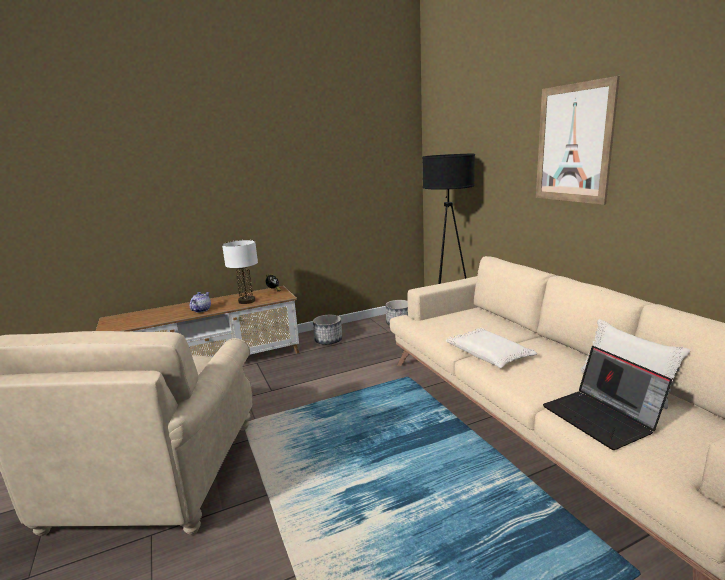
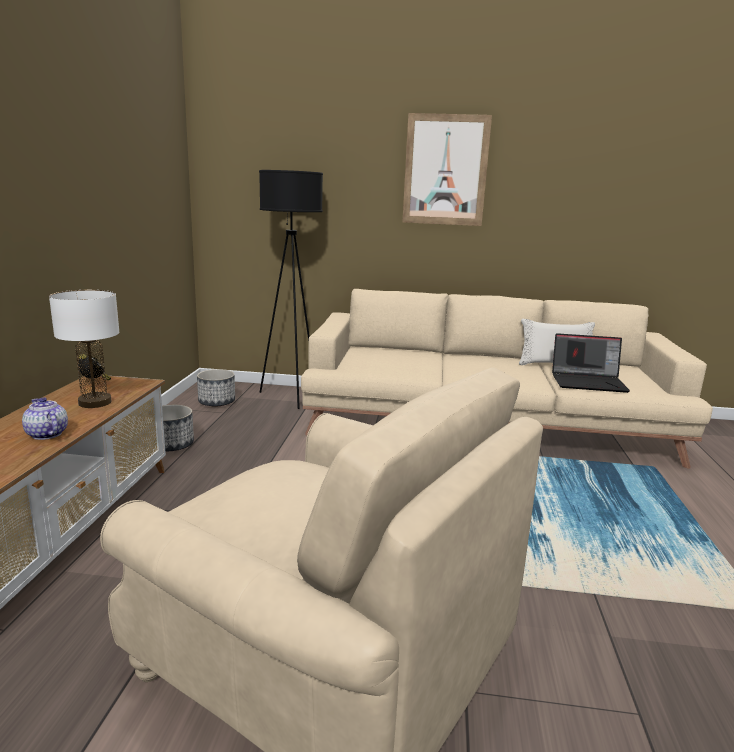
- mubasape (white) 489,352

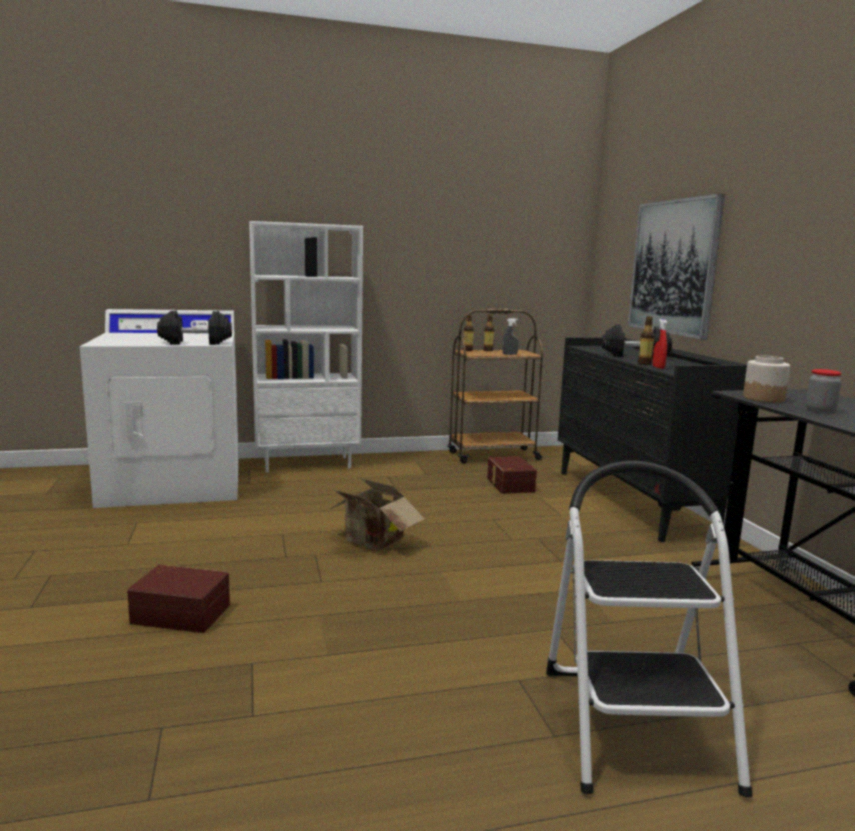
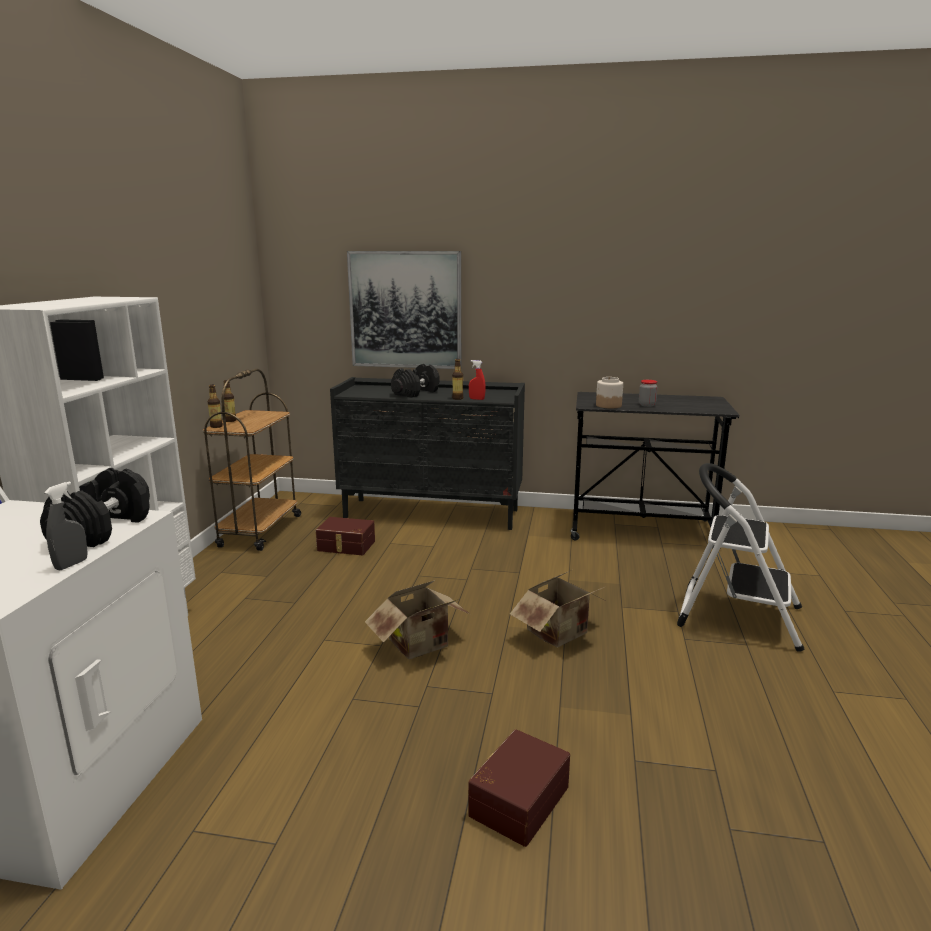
~ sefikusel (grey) 509,354 to 71,564
+ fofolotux 561,634

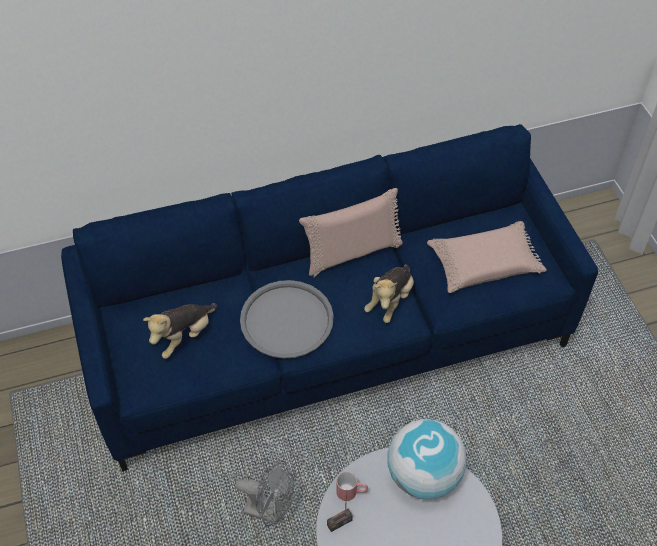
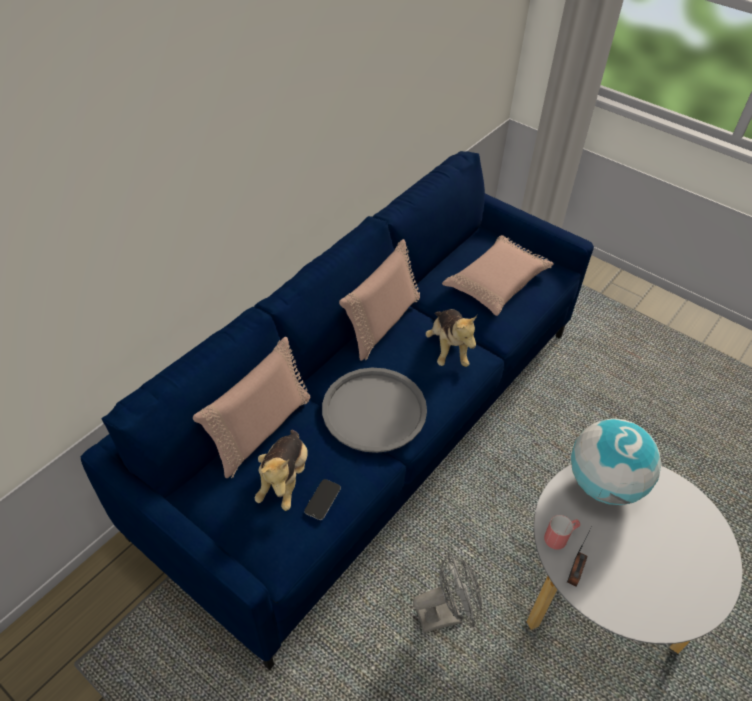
+ mubasape (beige) 260,430
+ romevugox 322,500

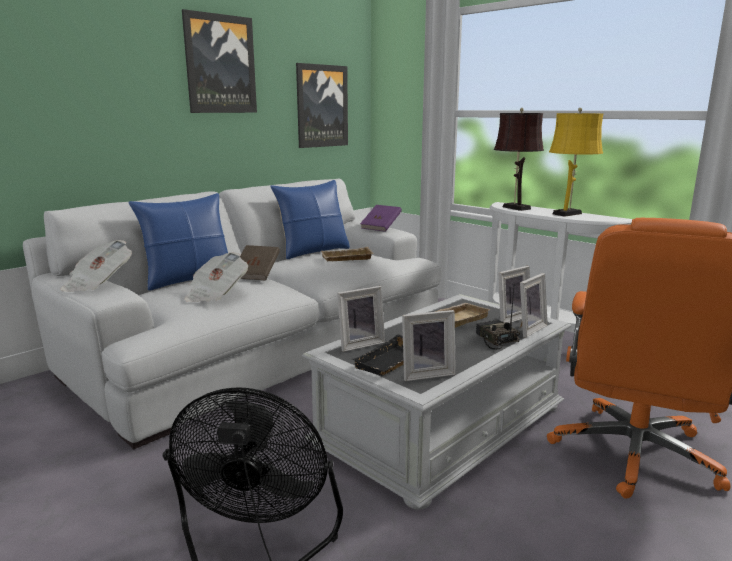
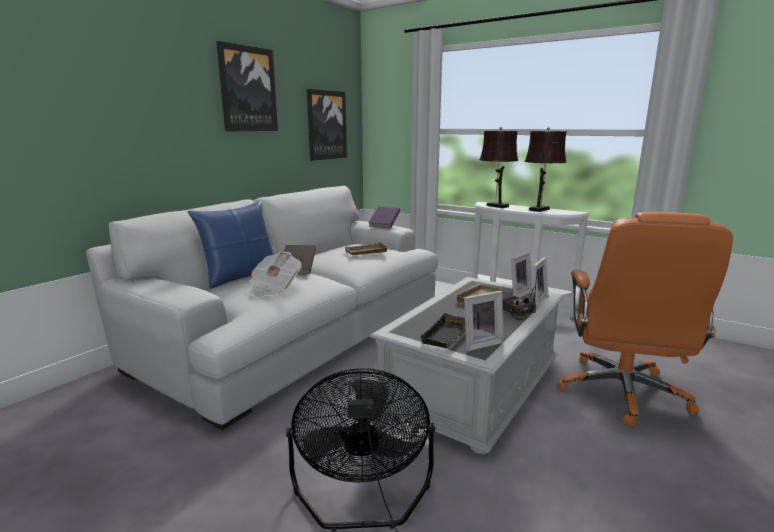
~ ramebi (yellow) 569,213 to ramebi (brown) 540,209
- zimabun 98,284
- mubasape (blue) 313,251
- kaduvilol 359,344

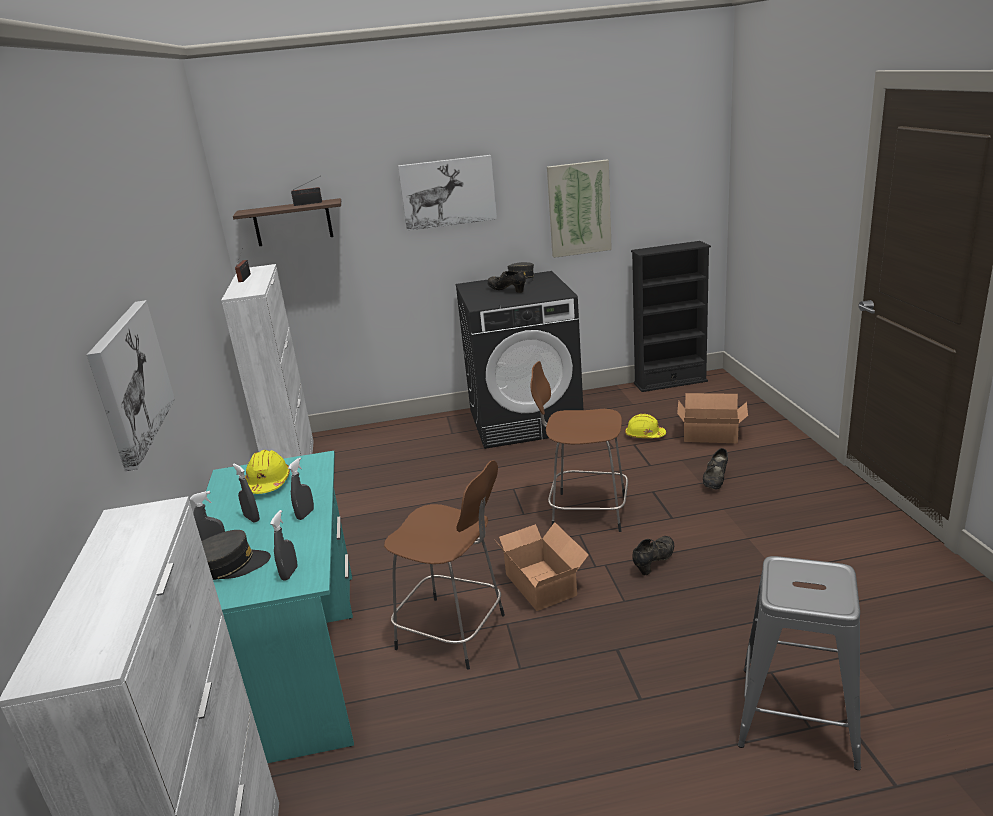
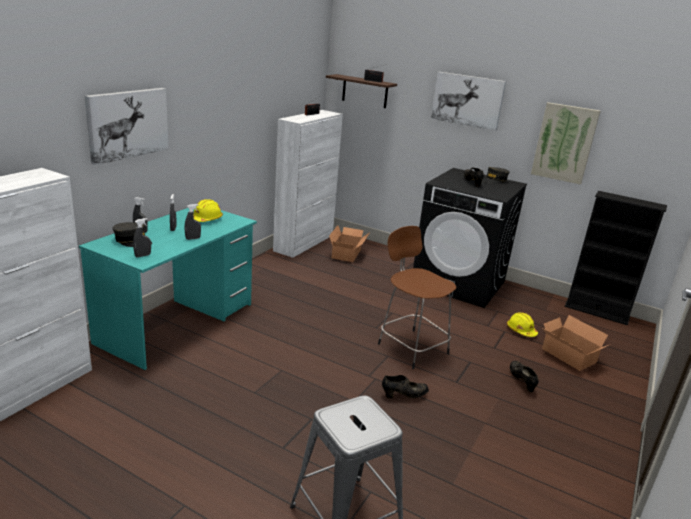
~ fofolotux 542,583 to 348,254
~ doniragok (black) 715,481 = 521,381 105 degrees clockwise
- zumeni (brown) 454,633

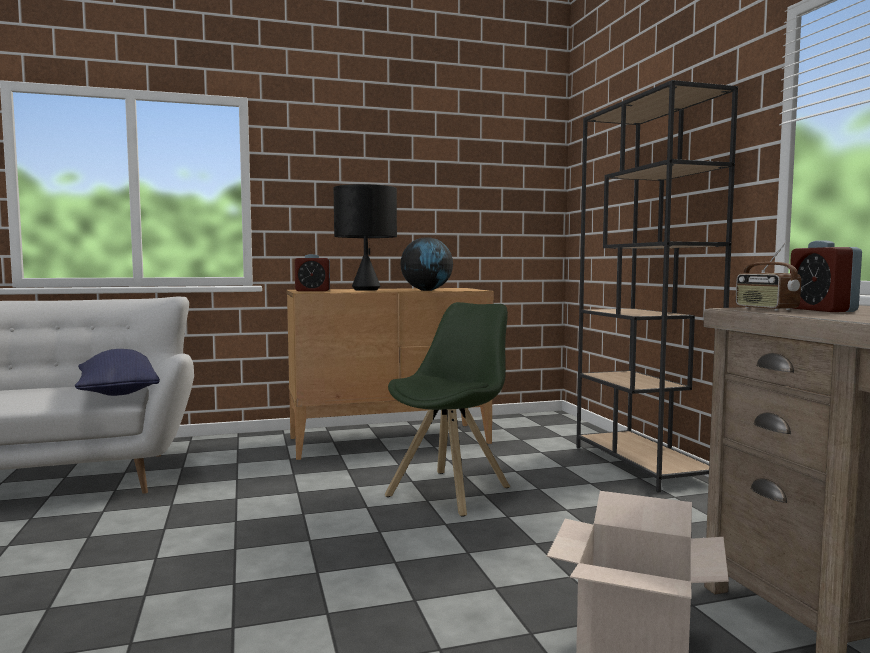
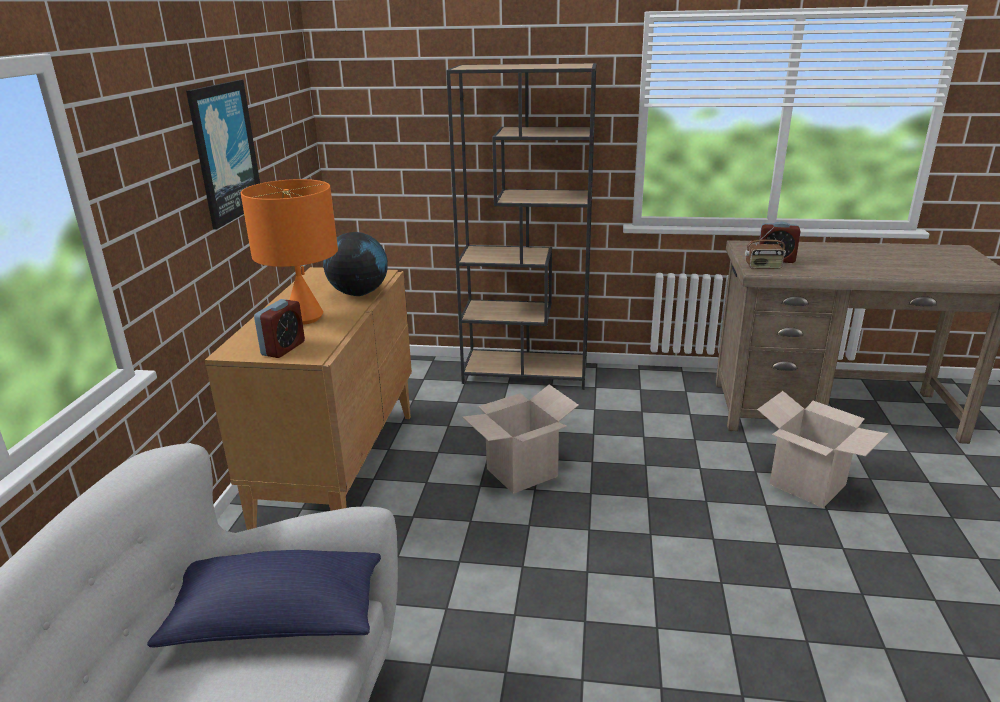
+ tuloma 225,152
~ ramebi (black) 366,290 to ramebi (orange) 305,319
~ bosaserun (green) 450,491 to fofolotux 521,472

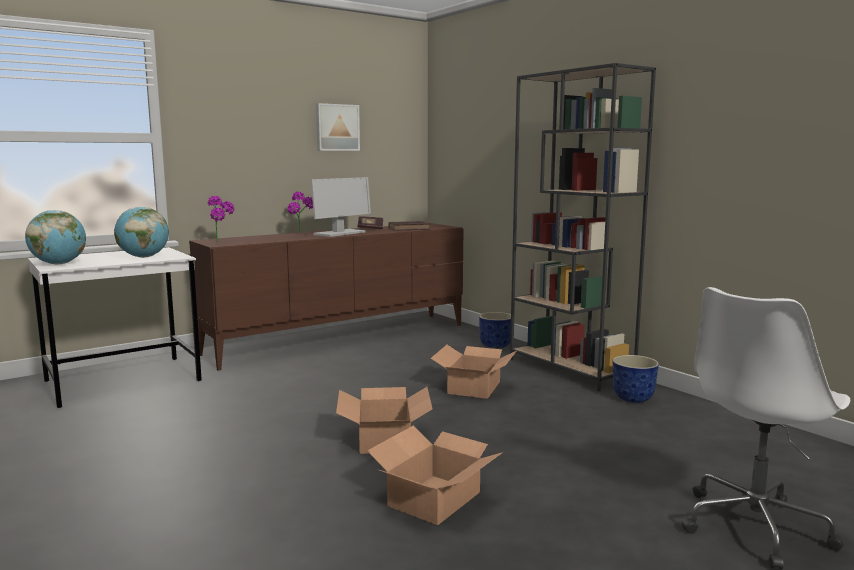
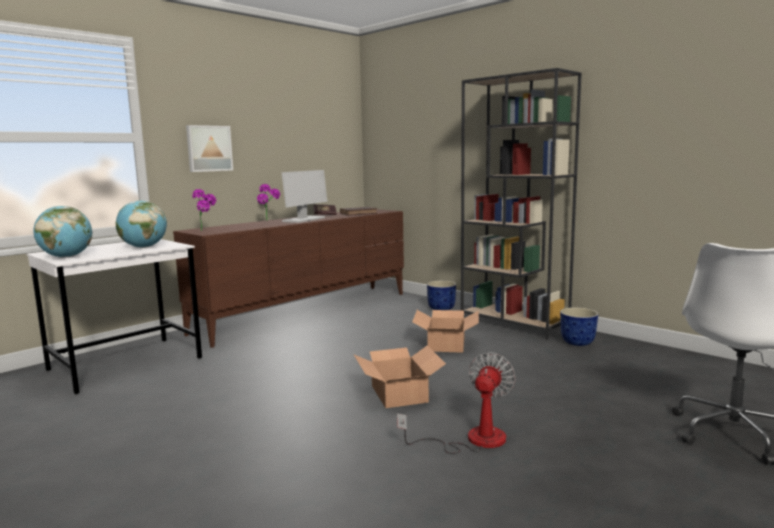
~ tuloma 337,127 to 209,148
~ fofolotux 433,499 to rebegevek 472,440

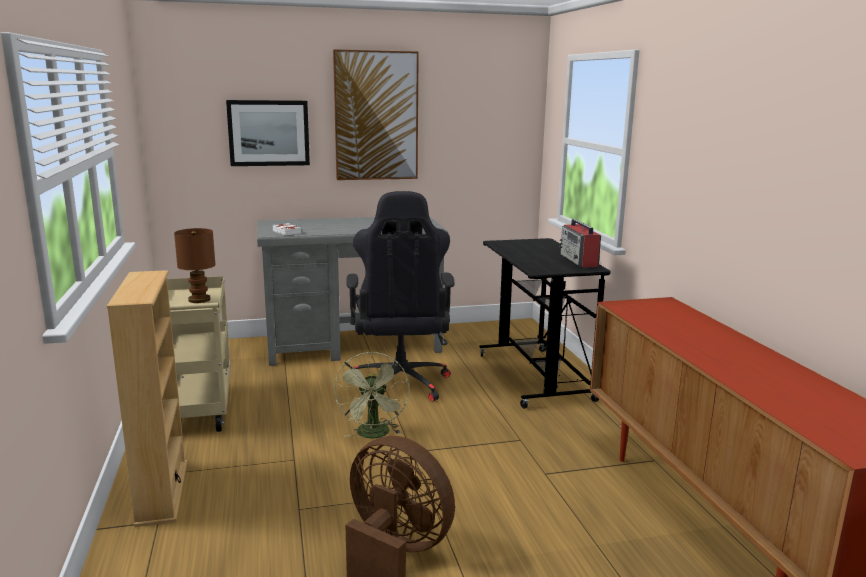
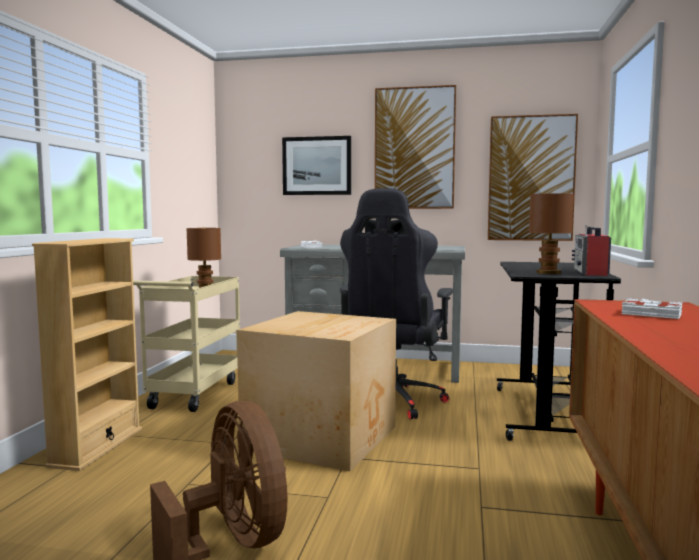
~ rebegevek (green) 374,435 to fofolotux 323,437
+ tuloma 531,178
+ ramebi (brown) 548,273
+ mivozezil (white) 651,314

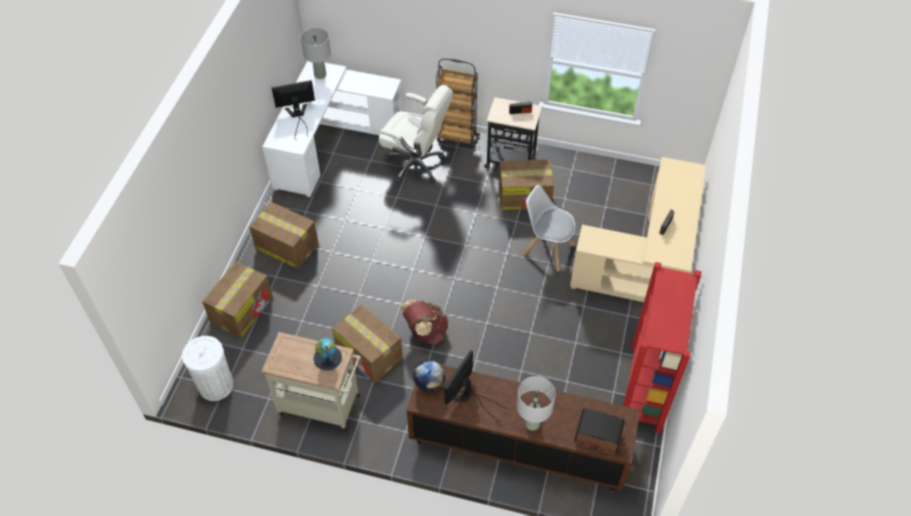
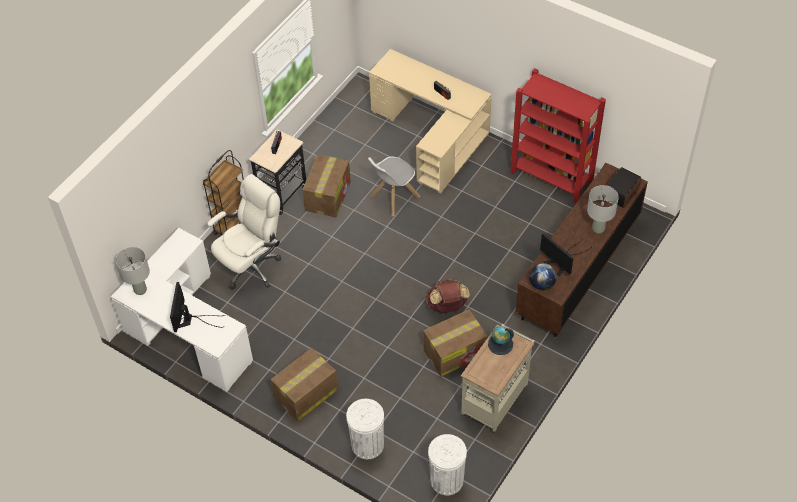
~ fofolotux 242,309 to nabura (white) 367,444

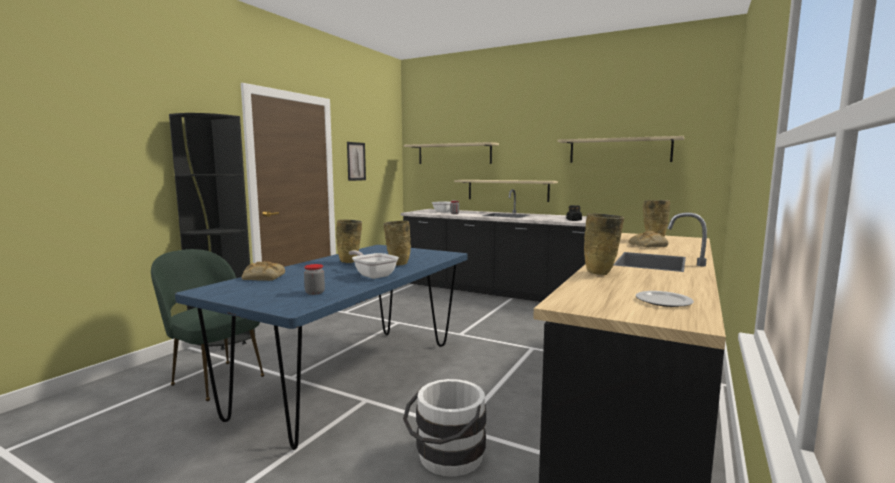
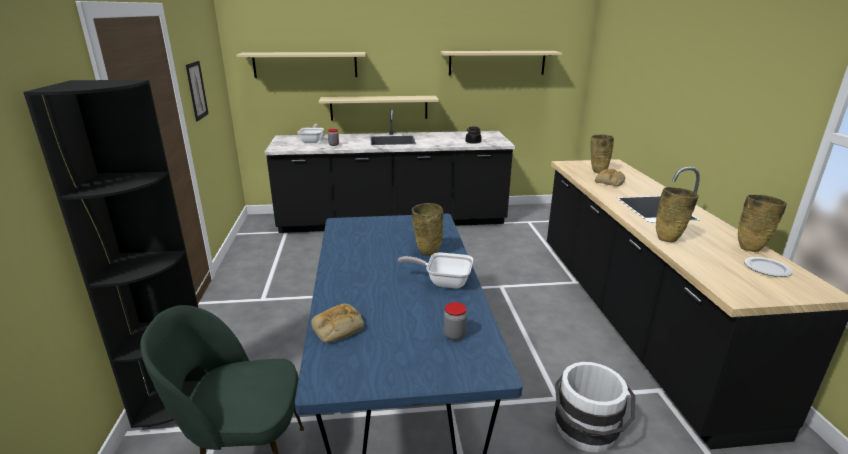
~ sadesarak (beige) 350,262 to 751,248

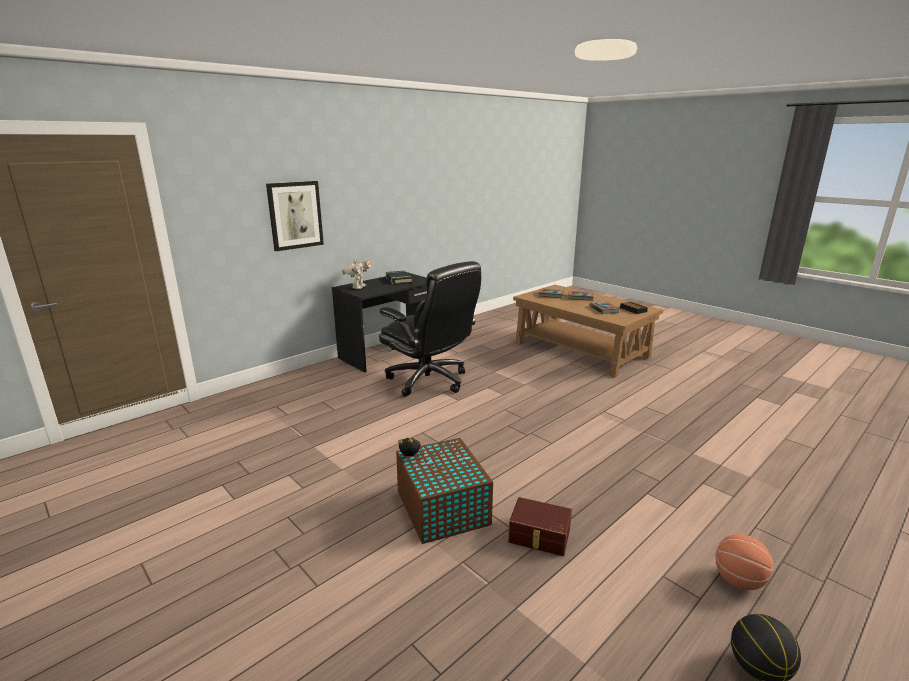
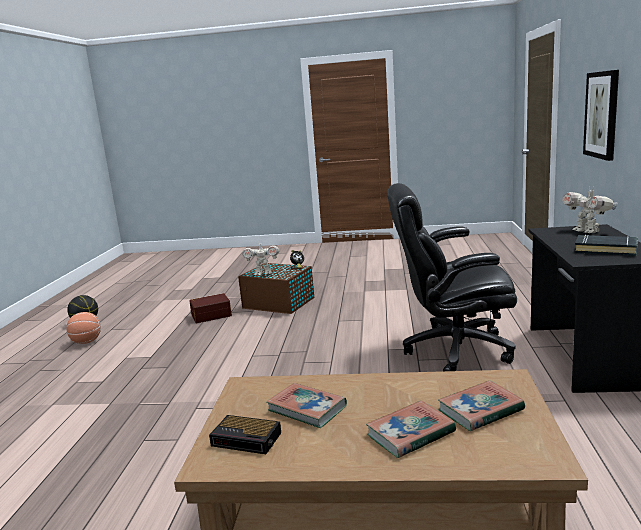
+ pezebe 263,273

